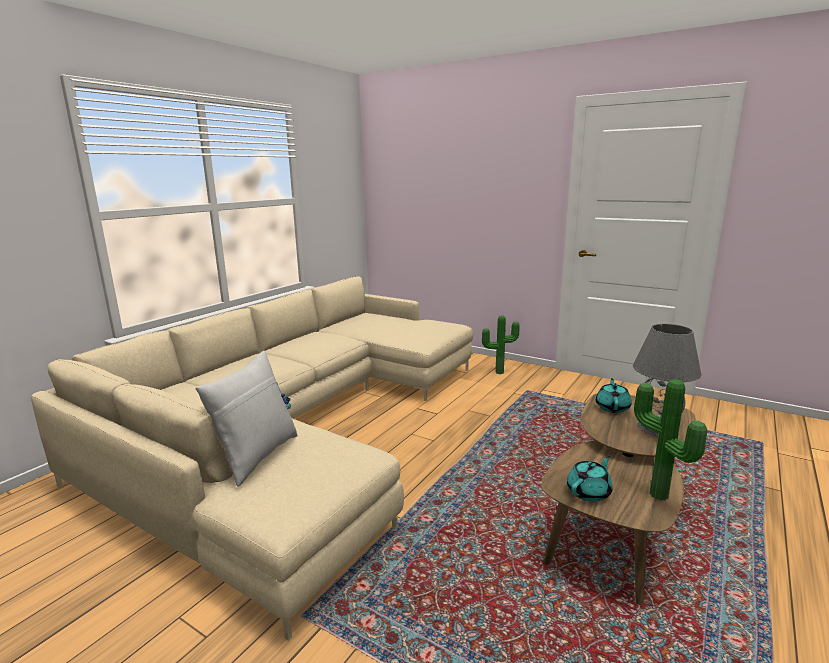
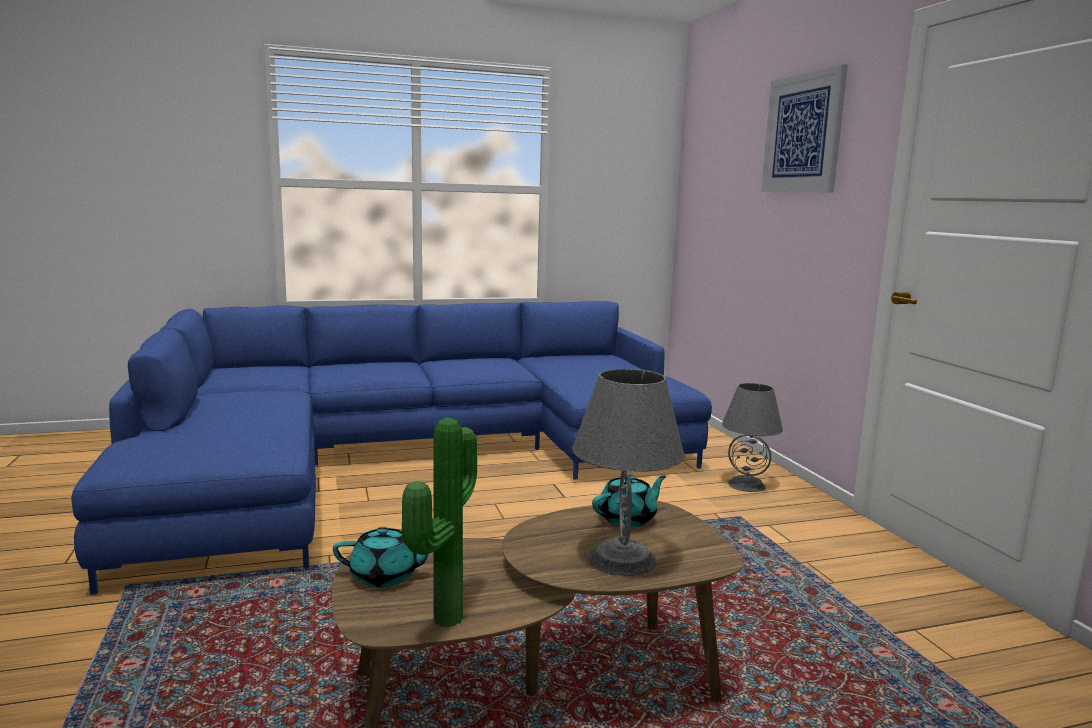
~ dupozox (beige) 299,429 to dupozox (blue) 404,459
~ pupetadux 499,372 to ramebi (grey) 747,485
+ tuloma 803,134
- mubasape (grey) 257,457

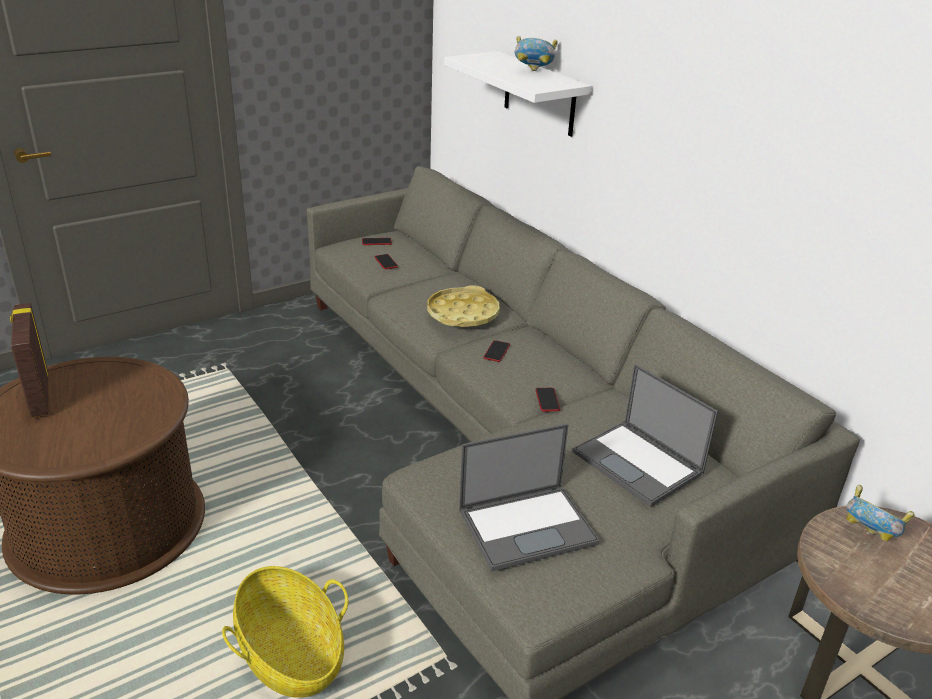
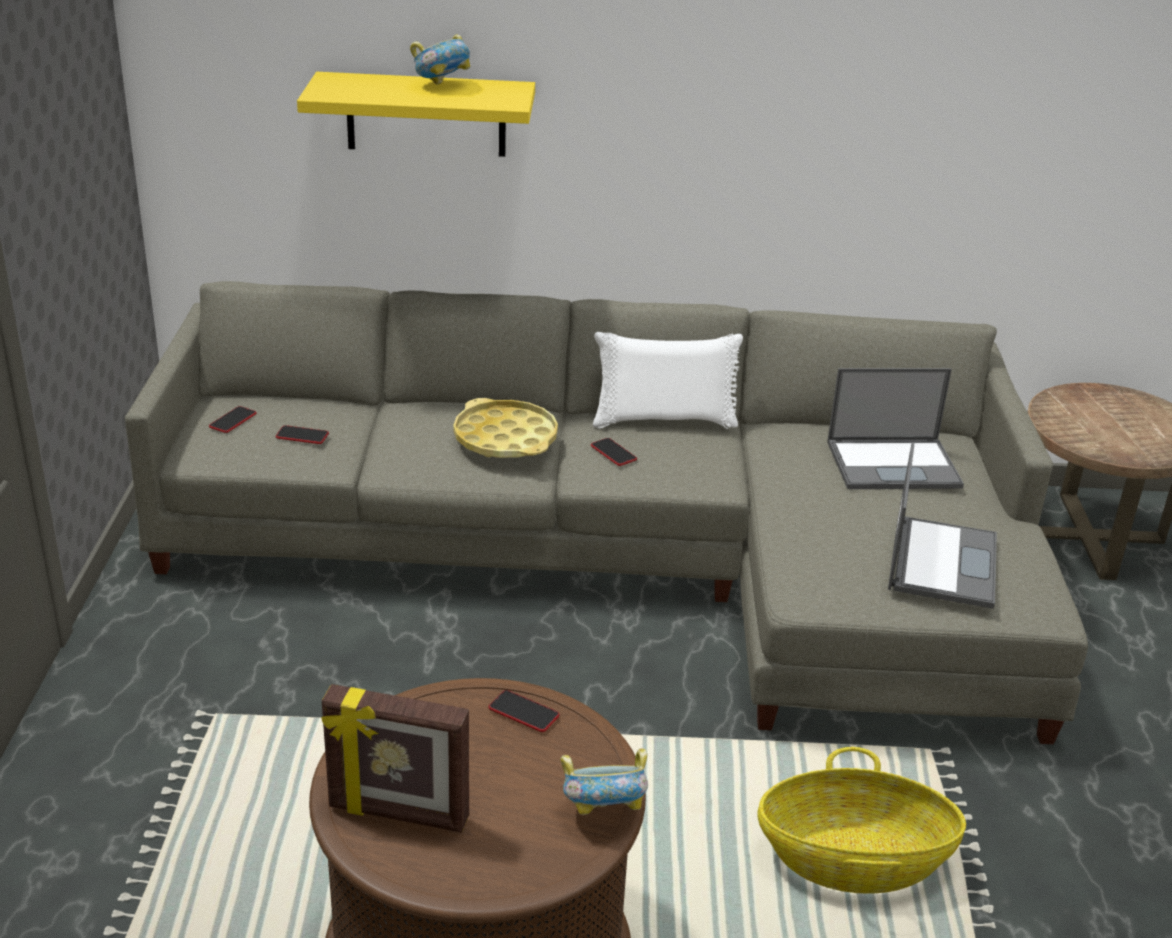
~ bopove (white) 539,94 to bopove (yellow) 426,114
~ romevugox 547,400 to 523,712
~ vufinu 869,536 to 604,812
+ mubasape (white) 664,420

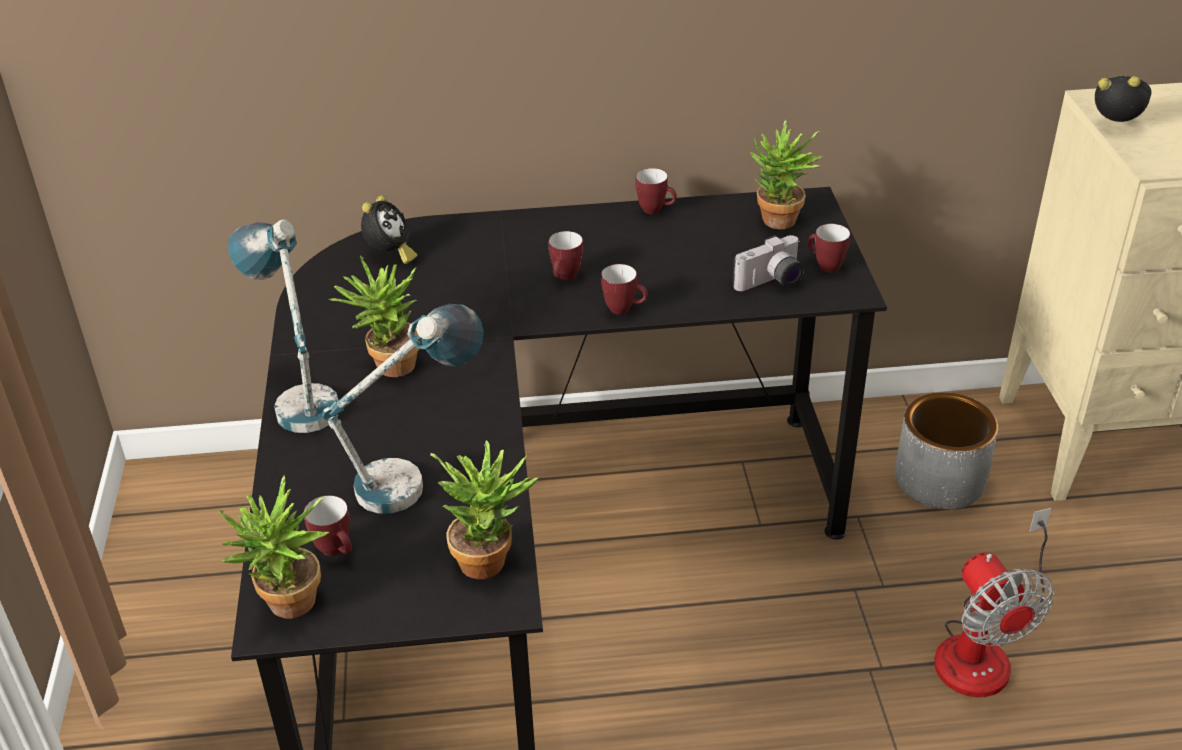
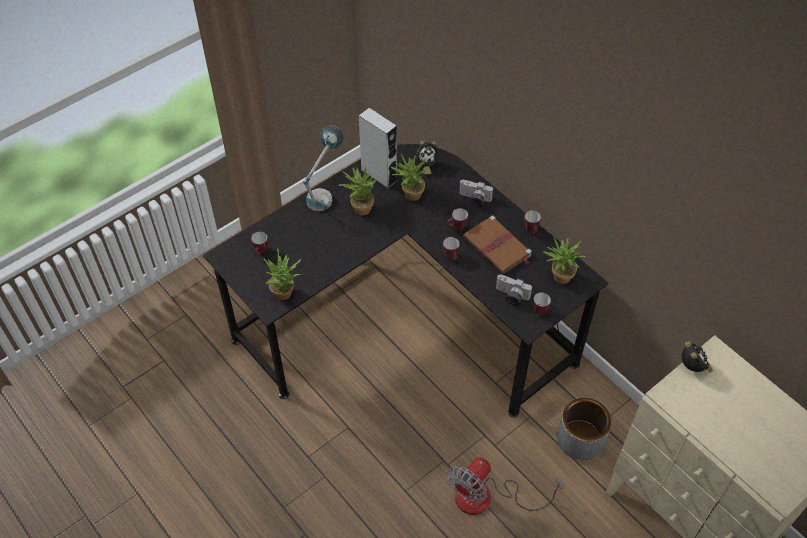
+ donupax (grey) 379,175
~ pupetadux 289,609 to 409,195
+ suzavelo 474,199
+ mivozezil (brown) 497,247
- ramebi 416,478

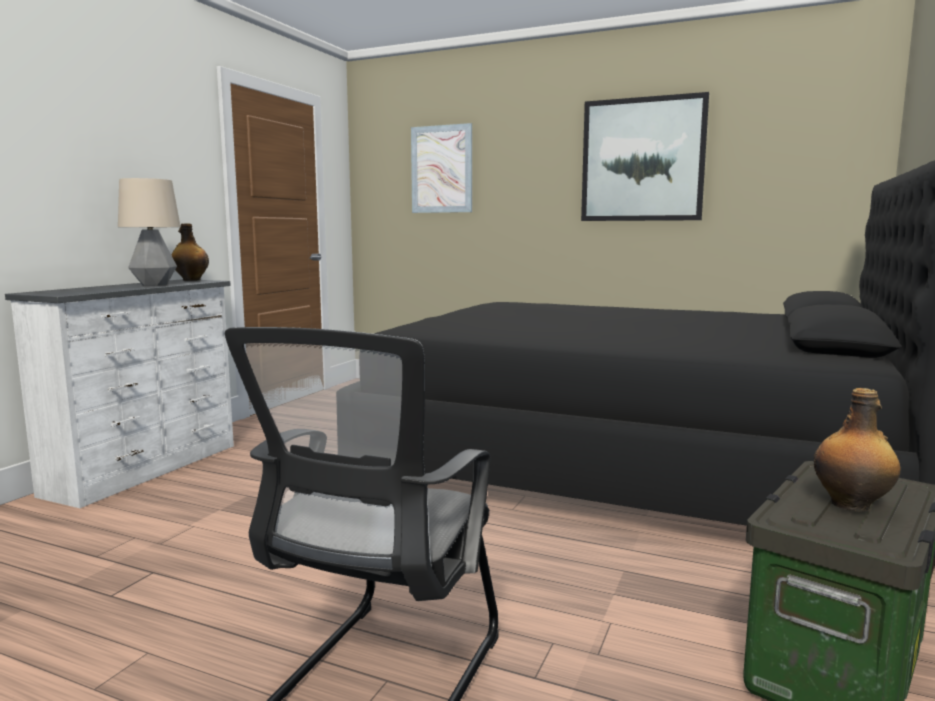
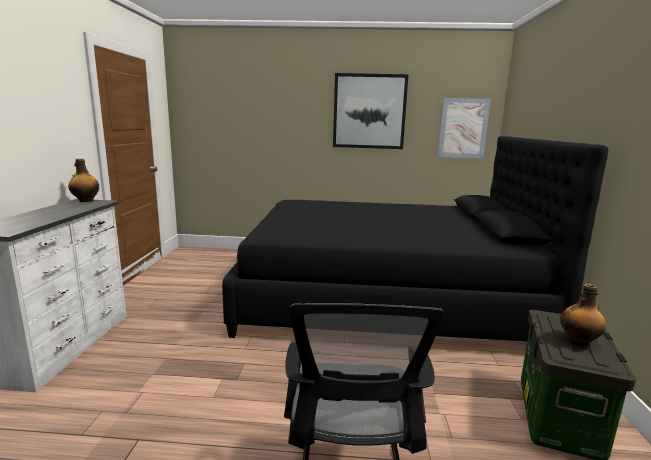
~ tuloma 441,169 to 463,128
- ramebi 154,284

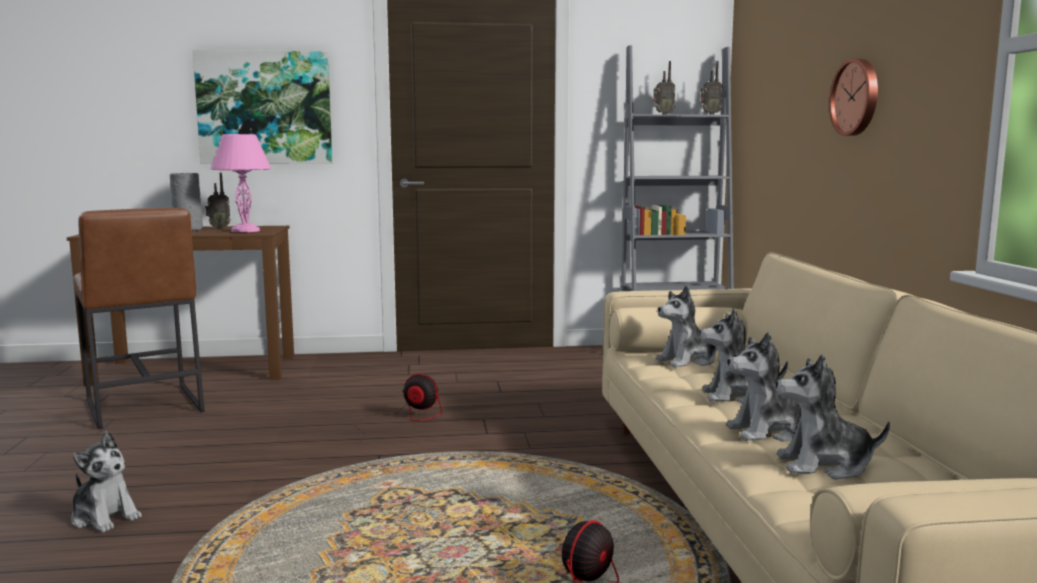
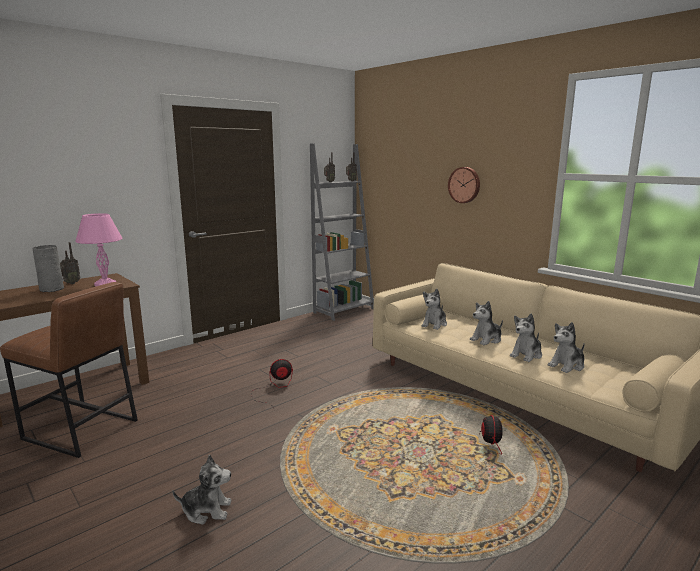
- tuloma 265,108

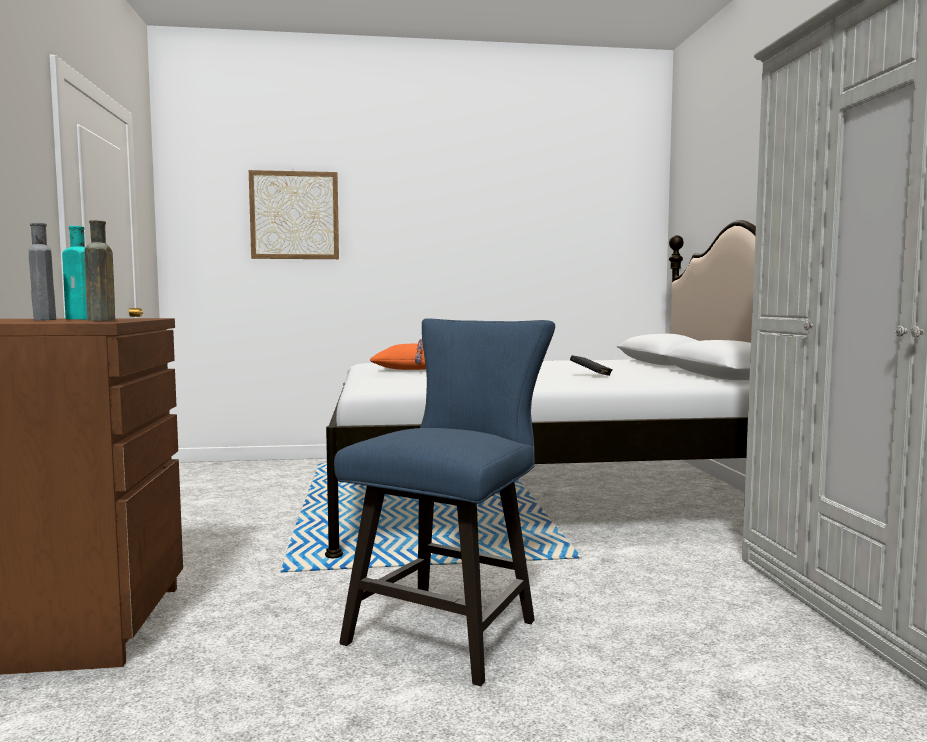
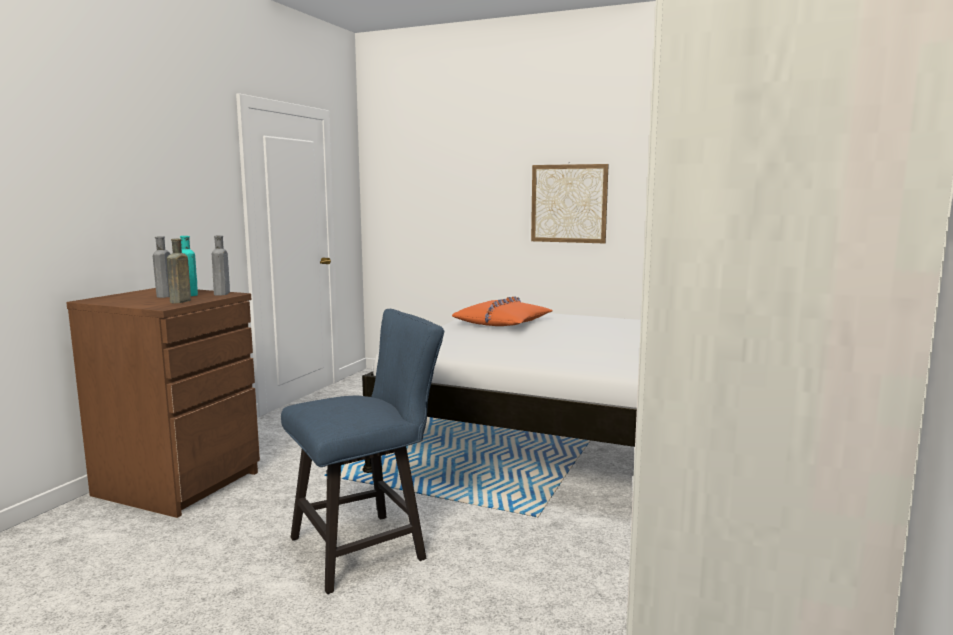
+ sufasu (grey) 221,294
~ tuloma 294,214 to 569,202
- mivozezil (black) 590,375

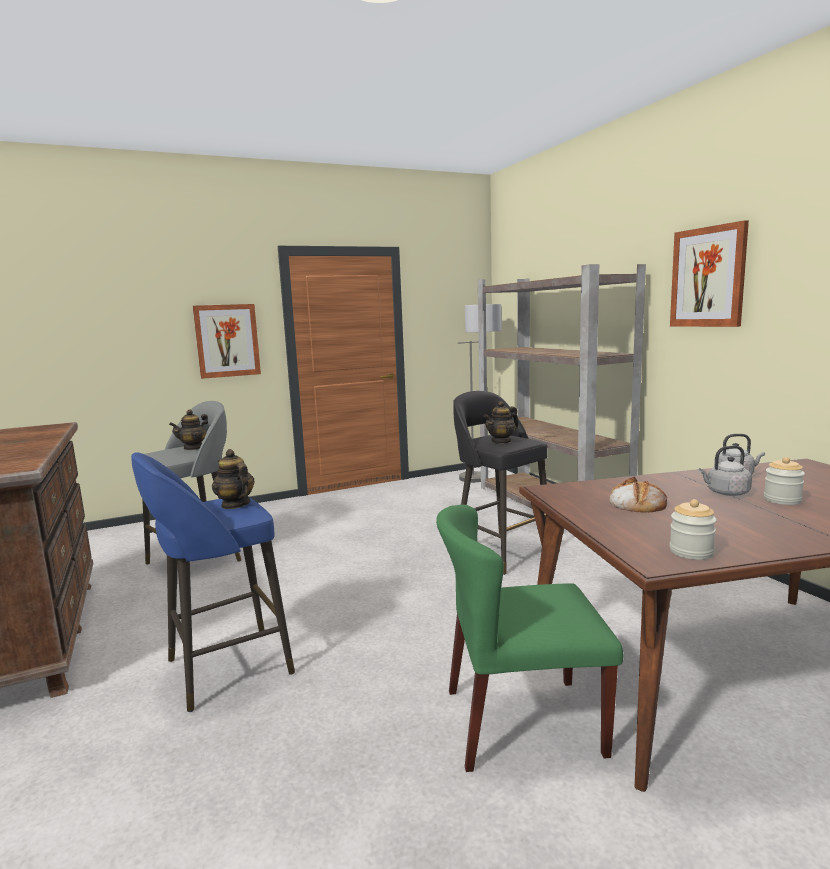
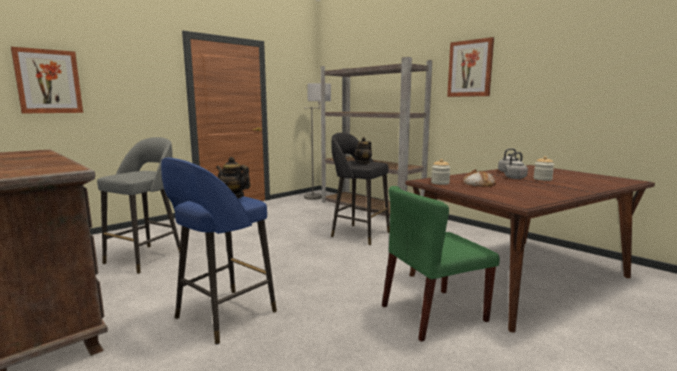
~ tuloma 227,340 to 48,81
~ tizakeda 691,552 to 440,183
- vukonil 194,447

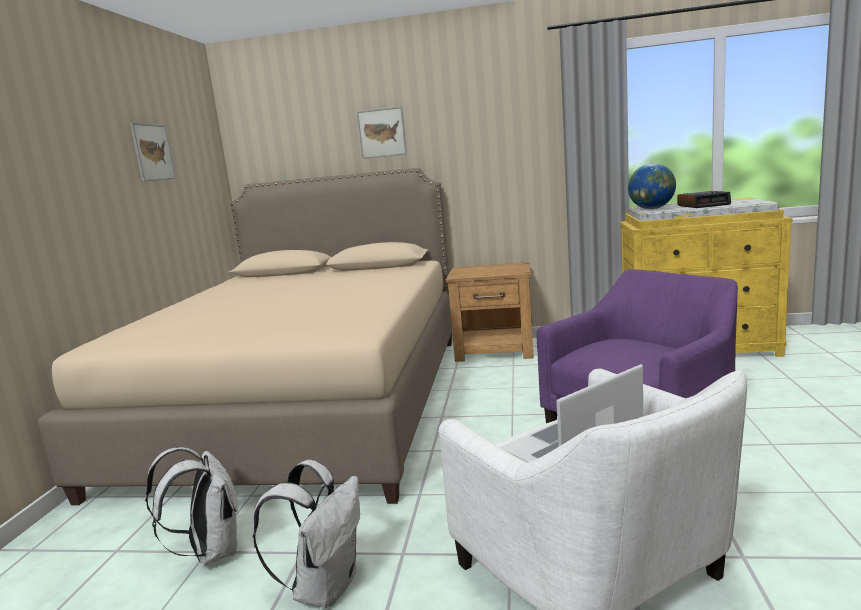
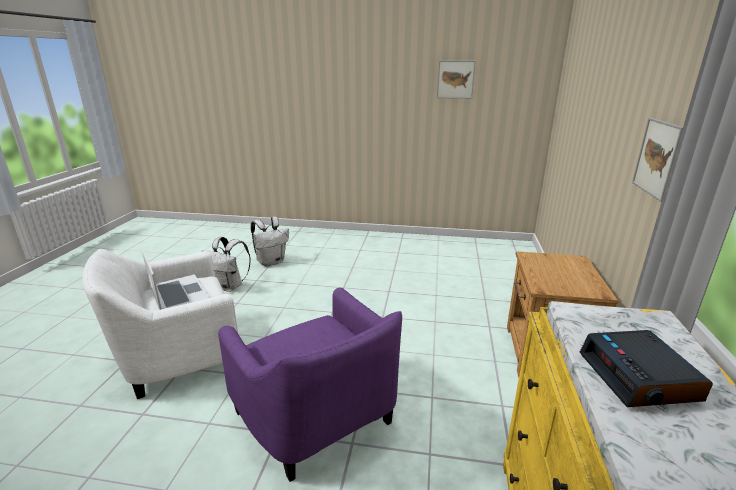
~ tuloma 382,133 to 657,158
- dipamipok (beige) 308,404
- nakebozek 651,209

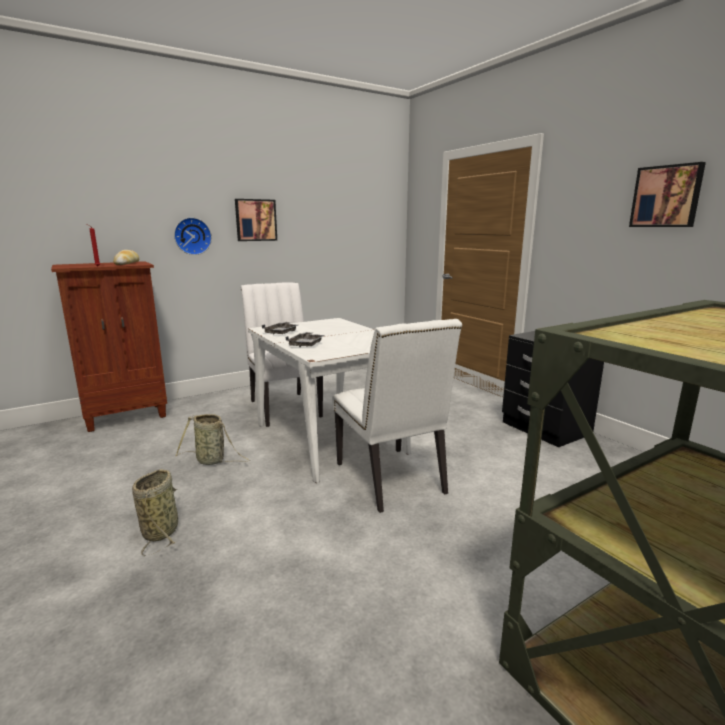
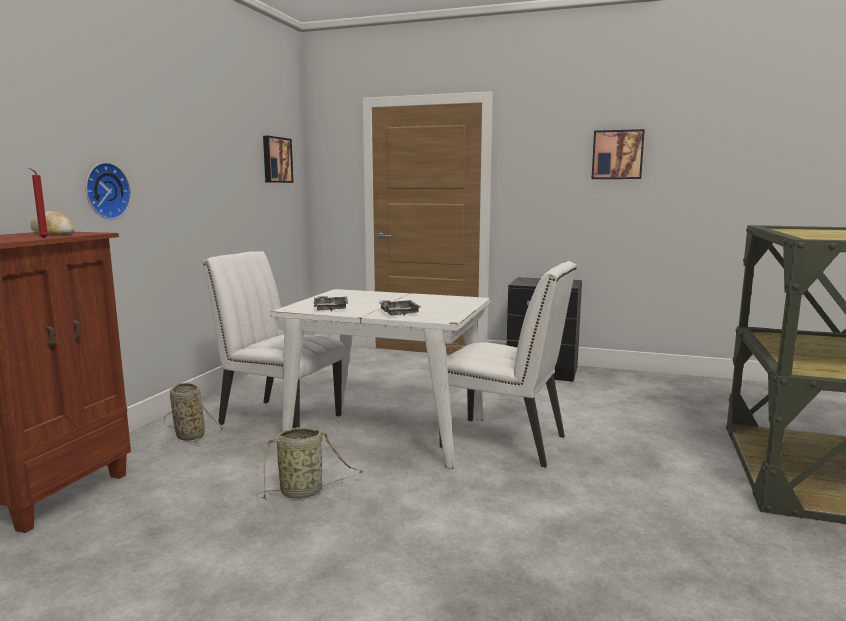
~ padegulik 161,530 to 189,435
~ tuloma 255,220 to 276,160

